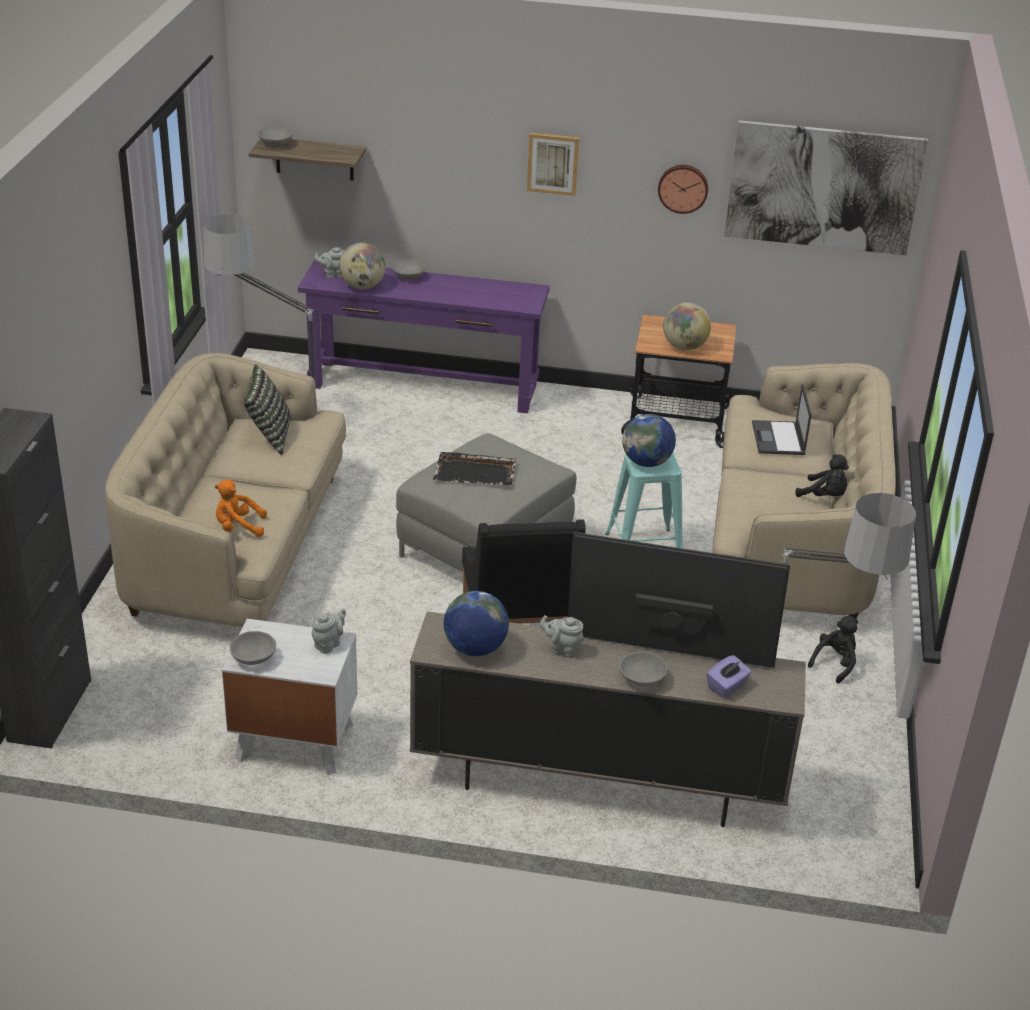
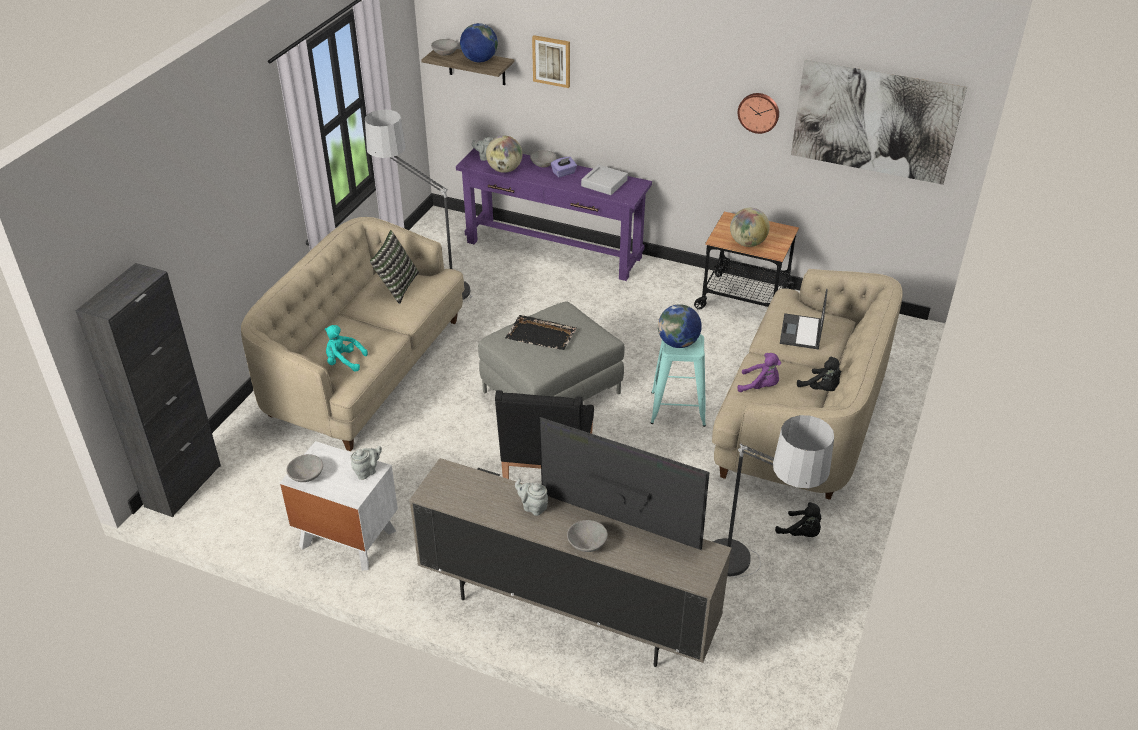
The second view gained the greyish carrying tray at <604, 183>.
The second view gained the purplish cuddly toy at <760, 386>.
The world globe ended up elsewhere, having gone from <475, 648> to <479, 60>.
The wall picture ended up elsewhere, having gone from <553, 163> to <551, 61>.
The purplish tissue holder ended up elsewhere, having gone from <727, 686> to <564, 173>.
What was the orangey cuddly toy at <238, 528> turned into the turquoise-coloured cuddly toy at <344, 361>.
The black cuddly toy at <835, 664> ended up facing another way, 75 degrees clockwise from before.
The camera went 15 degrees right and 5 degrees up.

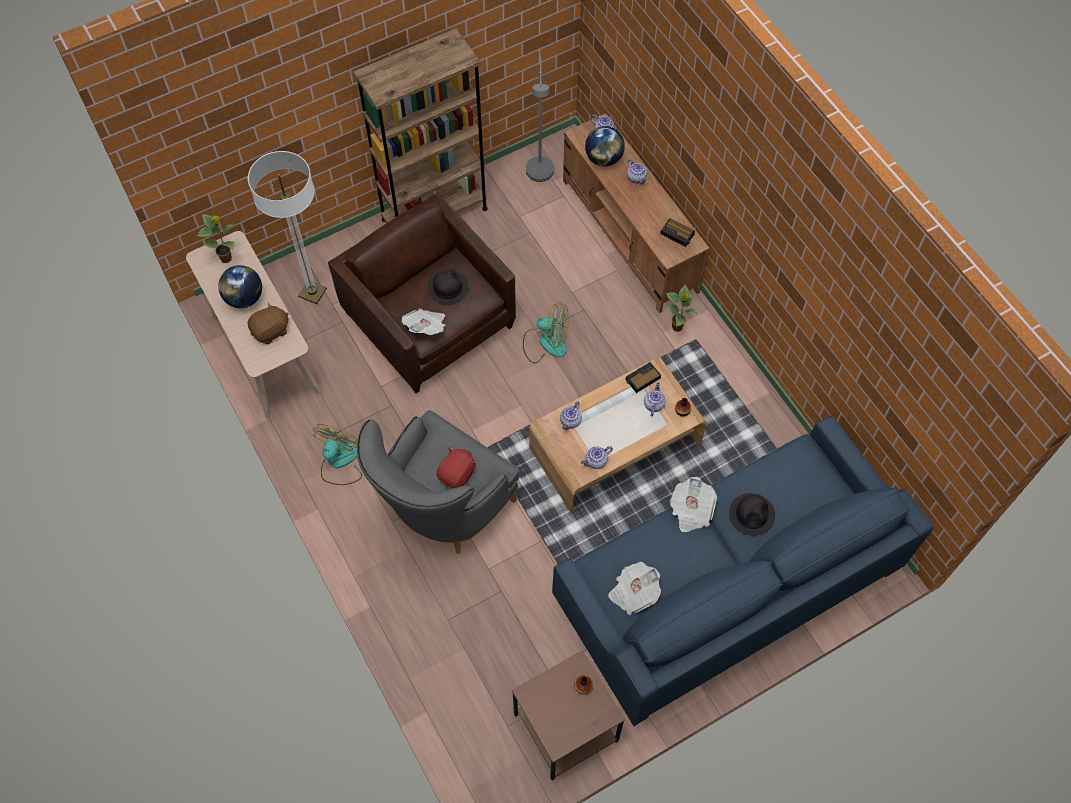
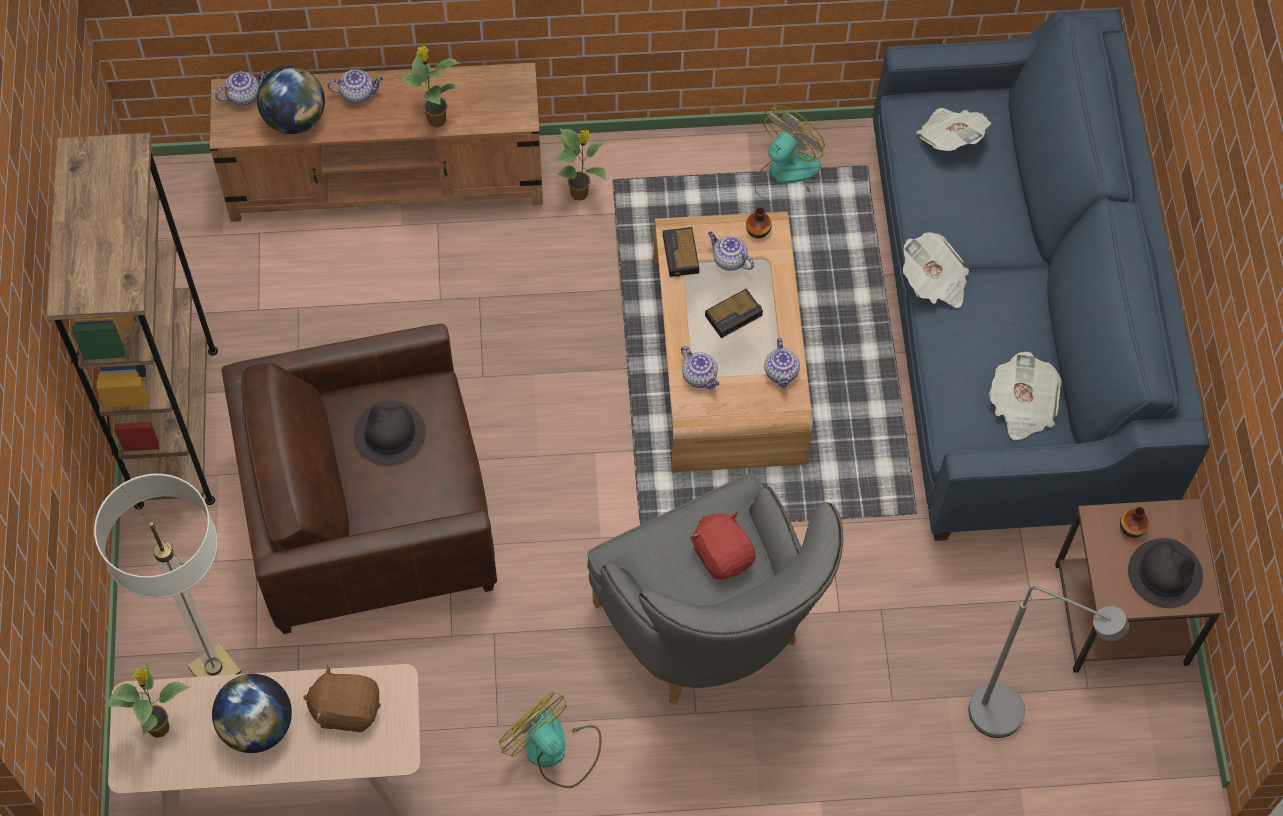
The second view gained the plant in a pot at <435, 119>.
The daily paper ended up elsewhere, having gone from <426, 327> to <950, 138>.
The electric fan ended up elsewhere, having gone from <545, 342> to <786, 176>.
The greyish standard lamp ended up elsewhere, having gone from <540, 177> to <1011, 718>.
The bedside clock ended up elsewhere, having gone from <677, 234> to <734, 315>.
The black hat ended up elsewhere, having gone from <752, 514> to <1164, 573>.
The brown-coloured cuddly toy at <271, 331> ended up facing another way, 75 degrees counterclockwise from before.
The camera went 65 degrees left and 0 degrees up.

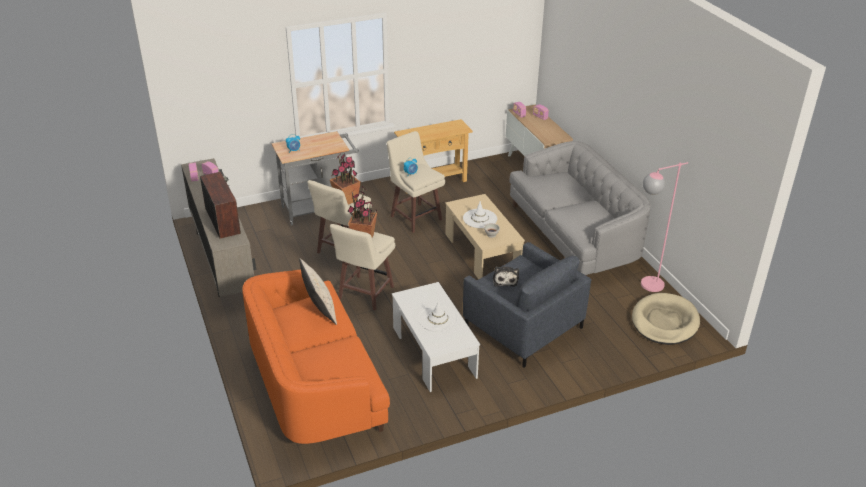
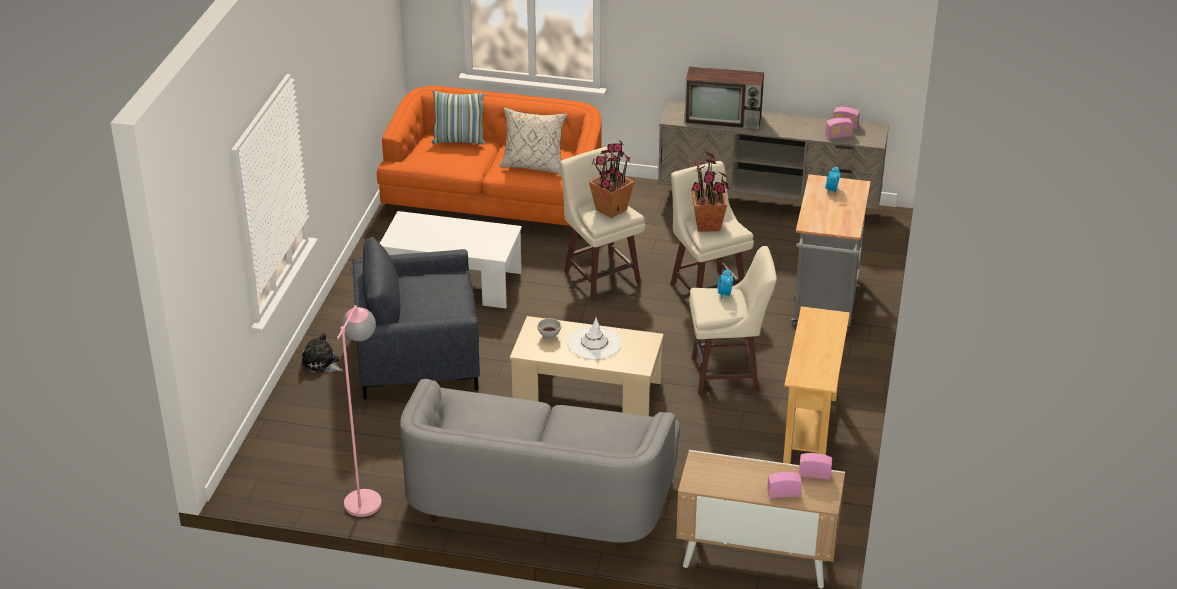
The second view lost the whitish hat at <438, 319>.
The second view lost the beige dog cushion at <664, 322>.
The second view gained the pillow at <459, 140>.
The cuddly toy ended up elsewhere, having gone from <505, 280> to <322, 363>.
The camera went 125 degrees right and 0 degrees up.

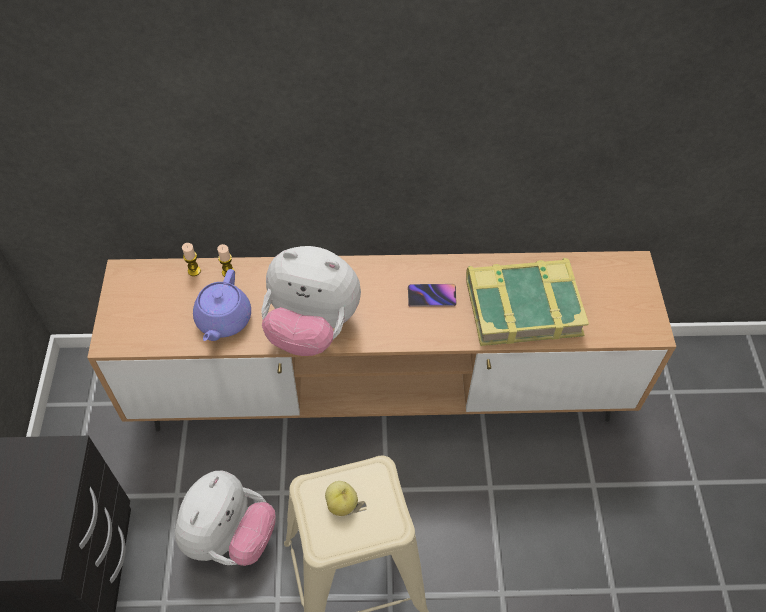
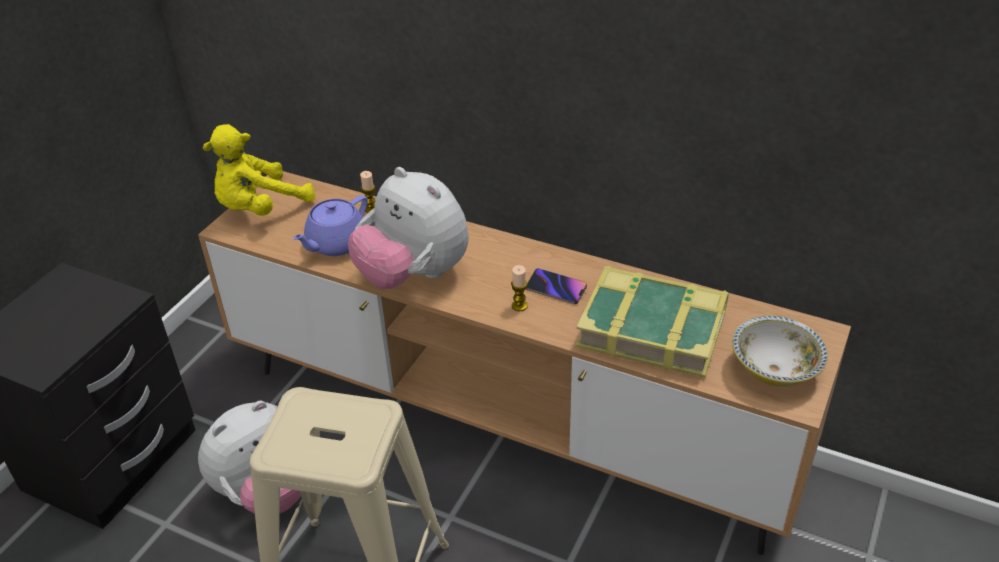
The second view lost the whole apple at <342, 504>.
The second view gained the yellow cuddly toy at <260, 208>.
The second view gained the bowl at <774, 369>.
The wax light ended up elsewhere, having gone from <194, 271> to <519, 306>.
The camera went 30 degrees right and 15 degrees down.

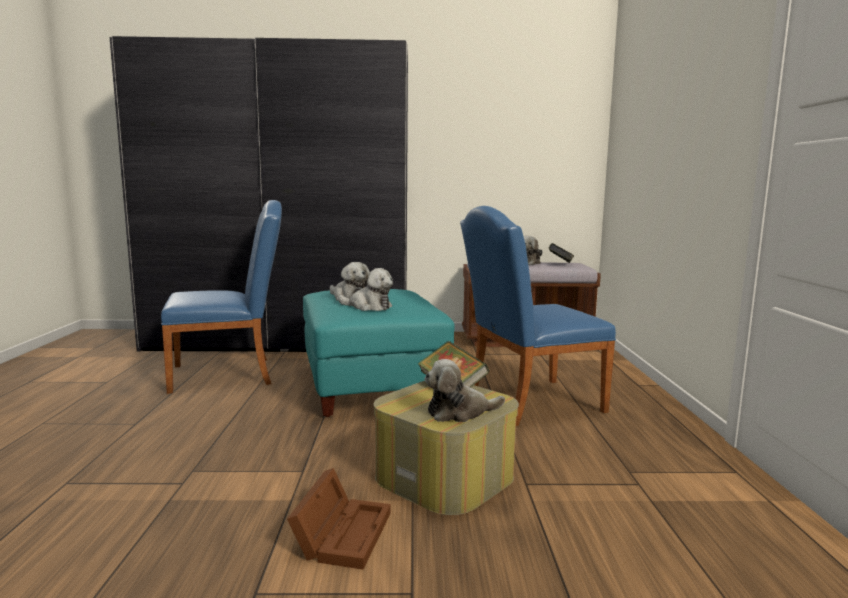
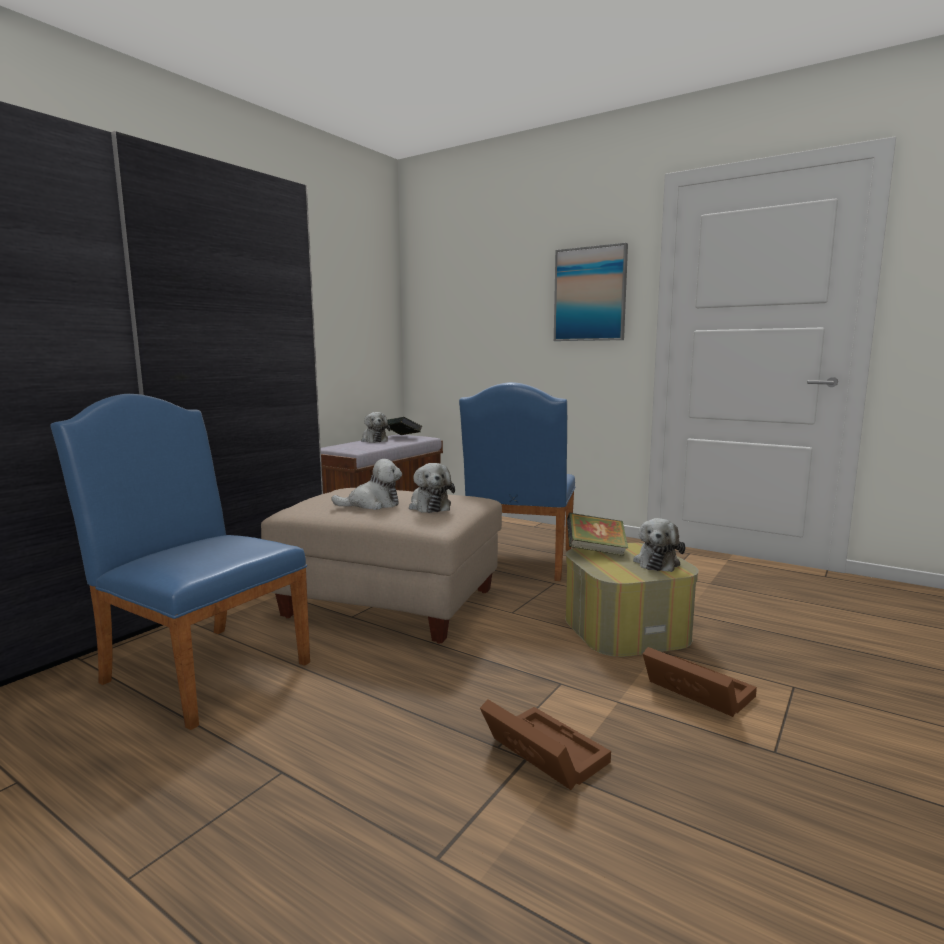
The second view gained the brown-coloured storage container at <540, 753>.
The second view gained the wall picture at <590, 294>.
What was the turquoise-coloured footrest at <371, 386> turned into the beige footrest at <390, 604>.
The blue-coloured chair at <230, 374> ended up facing another way, 75 degrees counterclockwise from before.
The cuddly toy at <368, 307> ended up facing another way, 105 degrees clockwise from before.
The camera went 55 degrees left and 0 degrees up.

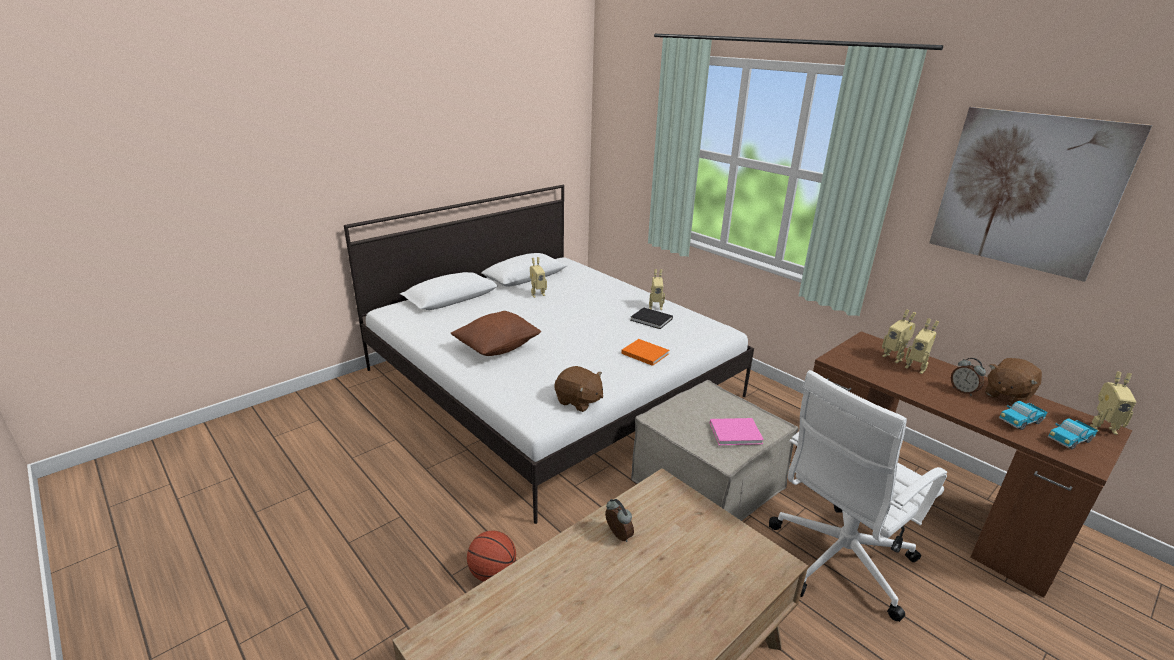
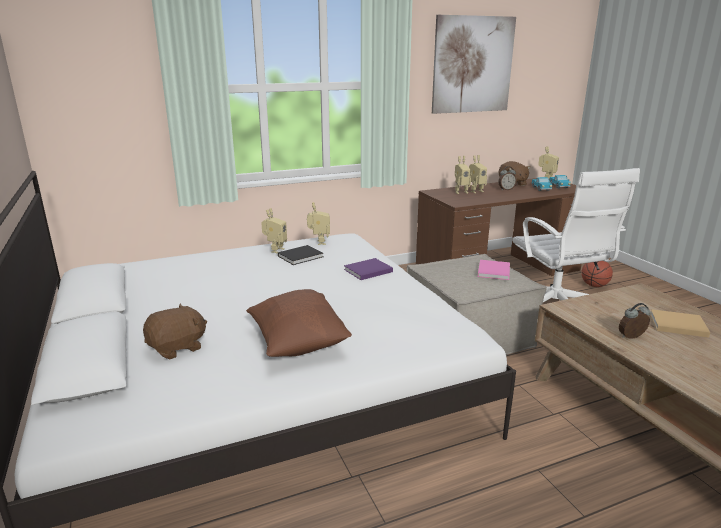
The second view gained the beige book at <676, 325>.
The basketball ended up elsewhere, having gone from <492, 573> to <594, 285>.
The toy robot ended up elsewhere, having gone from <537, 294> to <319, 242>.
The brown-coloured cuddly toy ended up elsewhere, having gone from <578, 401> to <177, 348>.
What was the orangey book at <644, 353> turned into the purplish book at <367, 271>.
The camera went 70 degrees left and 5 degrees down.

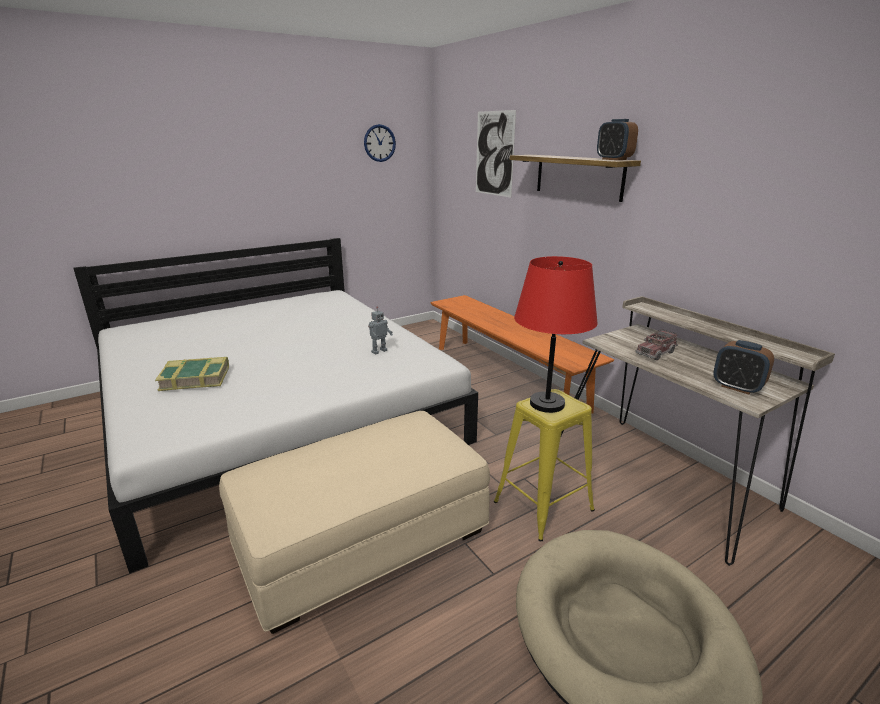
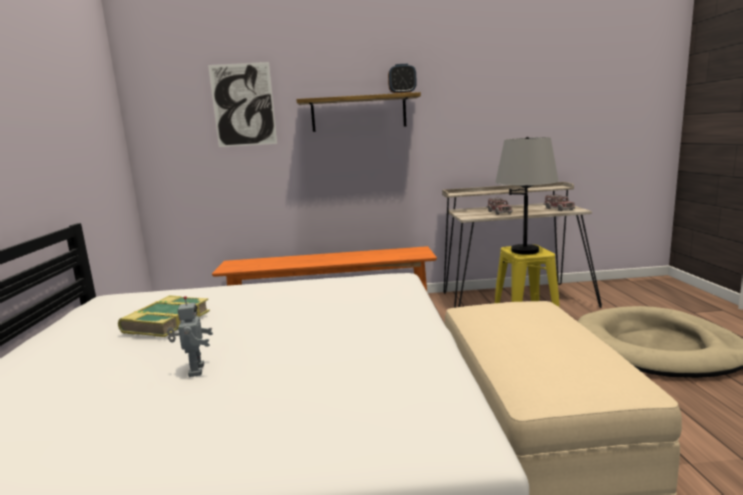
The second view lost the clock on the wall at <379, 143>.
The book ended up elsewhere, having gone from <195, 378> to <166, 322>.
The toy robot ended up elsewhere, having gone from <378, 351> to <195, 370>.
Where the bedside clock stood at <737, 387>, the toy truck came to stand at <558, 209>.
What was the red lamp for a table at <547, 404> turned into the greyish lamp for a table at <525, 251>.
The camera went 60 degrees left and 10 degrees down.

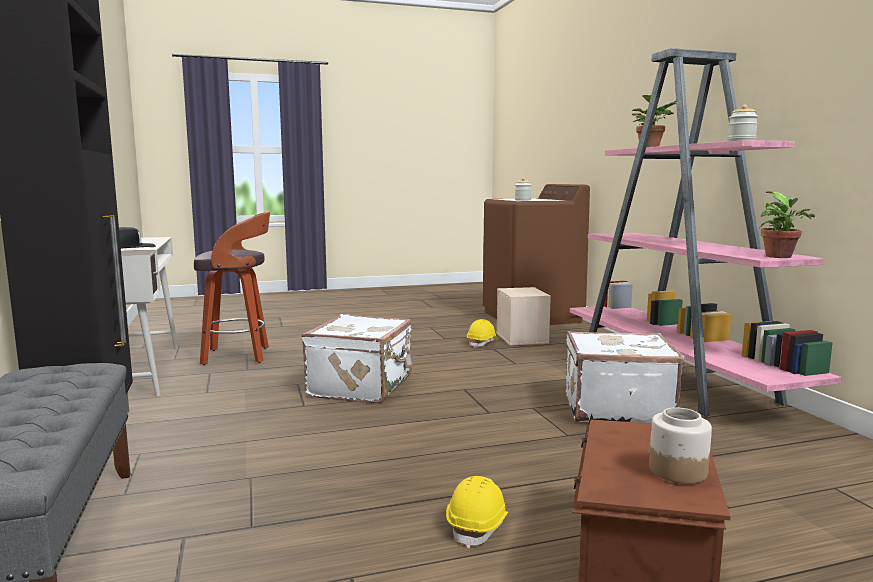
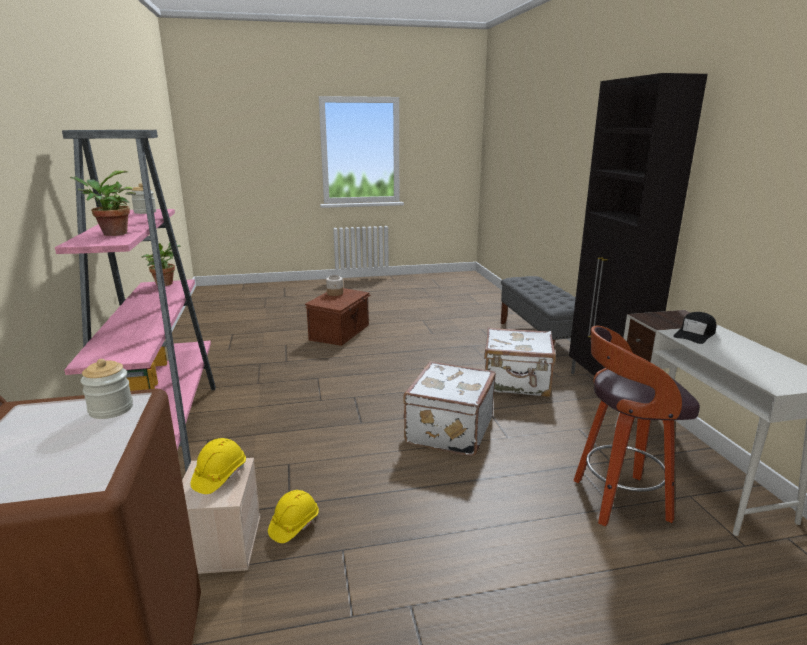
The yellow work helmet ended up elsewhere, having gone from <478, 526> to <219, 476>.
The whitish piece of luggage ended up elsewhere, having gone from <616, 408> to <516, 383>.
The camera went 175 degrees left and 10 degrees up.

